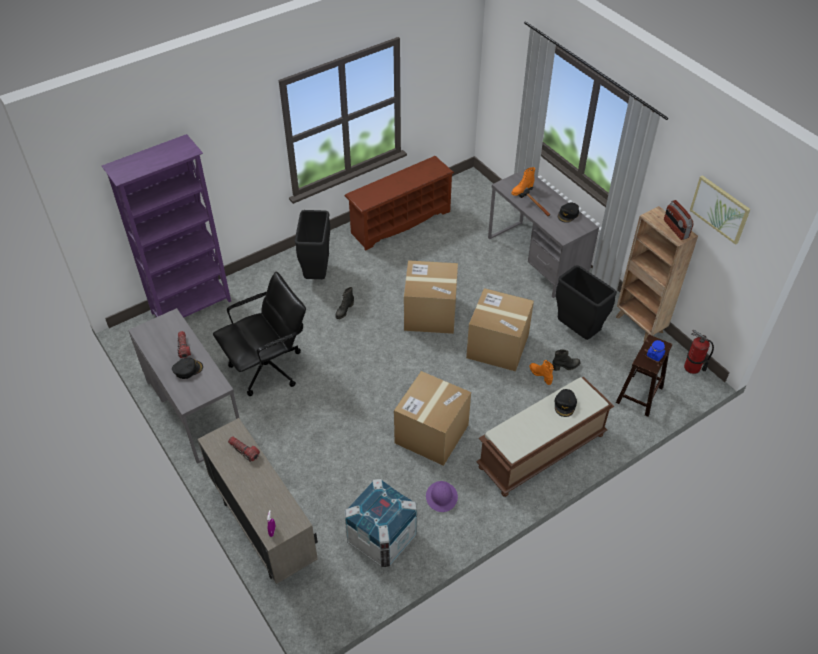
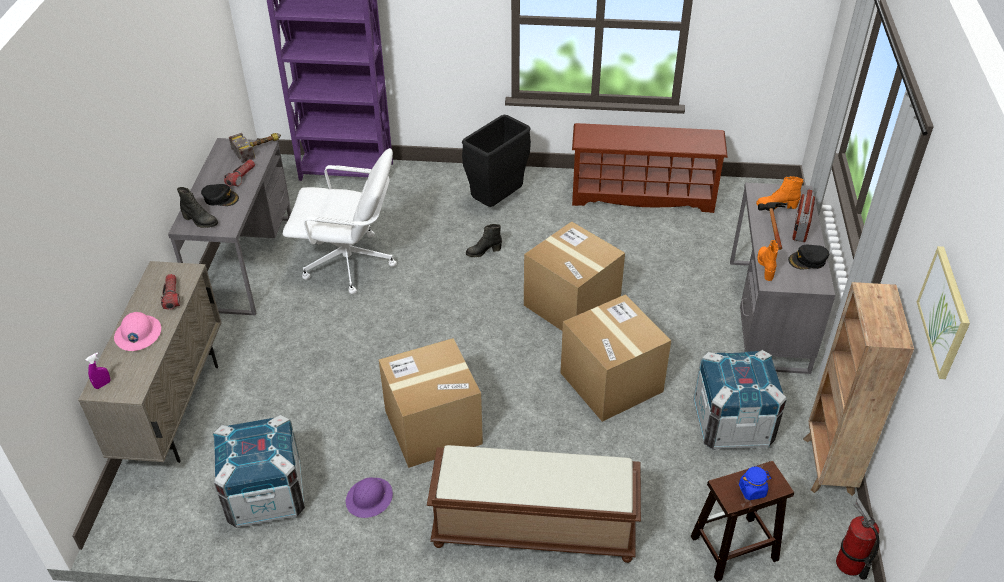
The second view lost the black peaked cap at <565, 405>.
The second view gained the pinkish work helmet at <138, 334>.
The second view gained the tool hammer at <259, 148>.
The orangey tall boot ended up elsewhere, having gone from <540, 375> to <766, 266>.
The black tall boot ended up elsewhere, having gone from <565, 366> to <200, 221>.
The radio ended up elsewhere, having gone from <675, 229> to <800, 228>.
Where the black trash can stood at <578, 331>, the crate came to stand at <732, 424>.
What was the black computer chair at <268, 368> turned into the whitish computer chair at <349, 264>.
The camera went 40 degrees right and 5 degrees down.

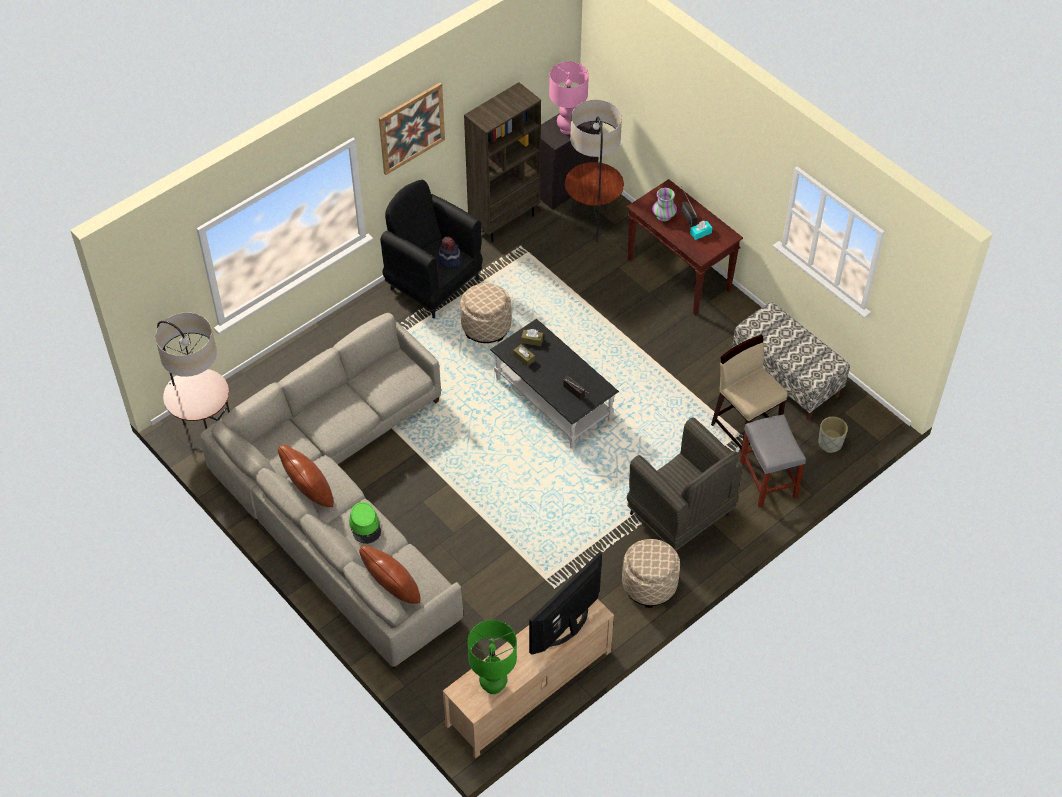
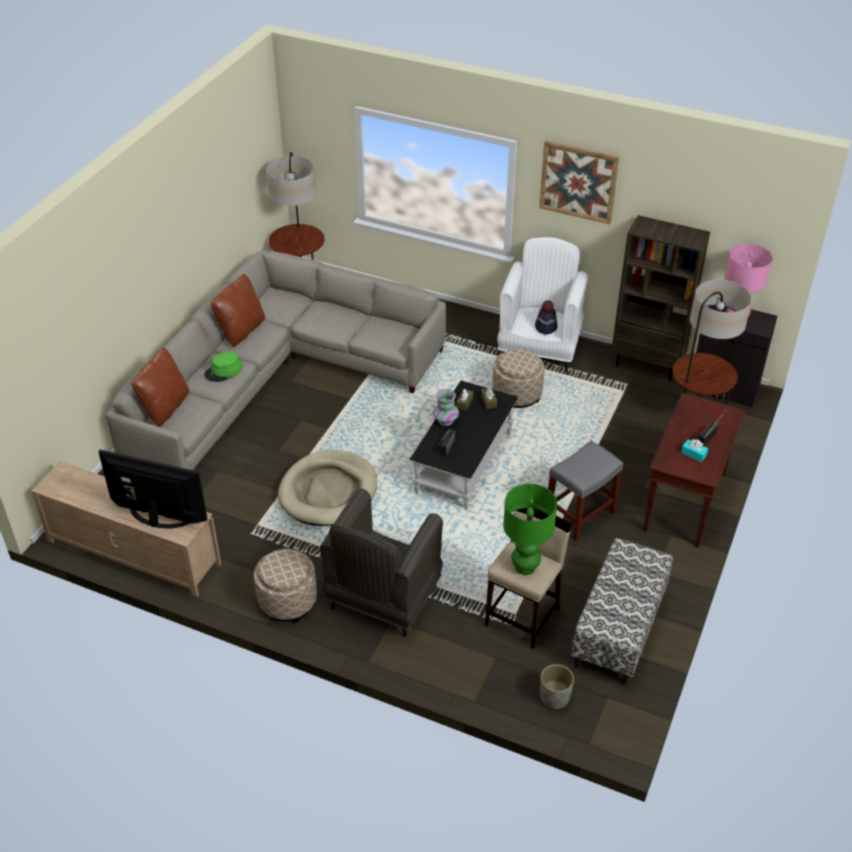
The second view gained the beige dog cushion at <328, 491>.
The greenish lamp for a table ended up elsewhere, having gone from <493, 685> to <525, 567>.
The vase ended up elsewhere, having gone from <663, 216> to <445, 420>.
The greyish stool seat ended up elsewhere, having gone from <767, 480> to <580, 514>.
What was the black armchair at <433, 283> turned into the whitish armchair at <539, 348>.
The camera went 65 degrees right and 10 degrees down.

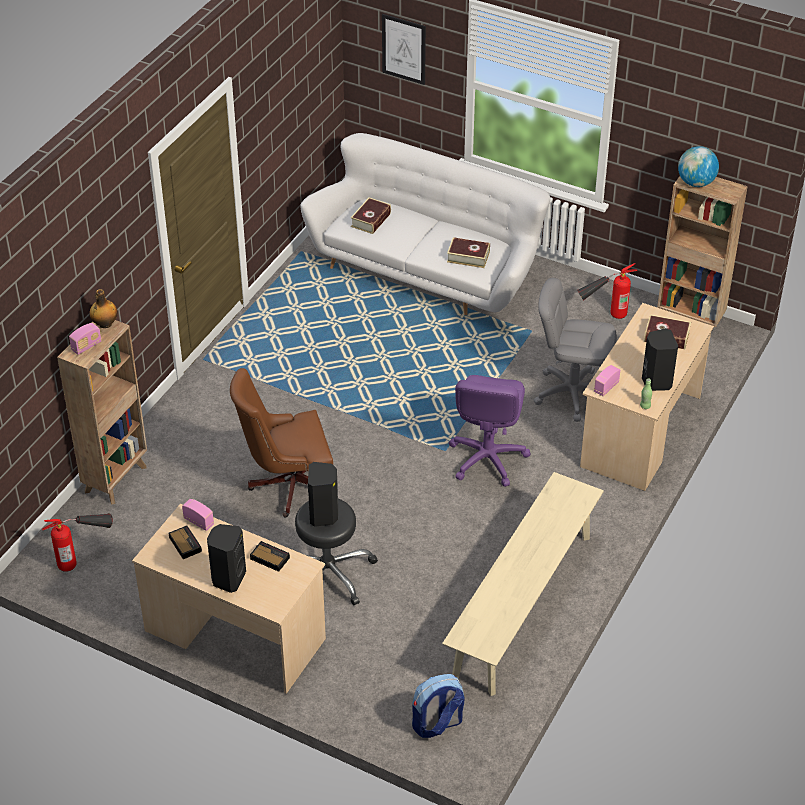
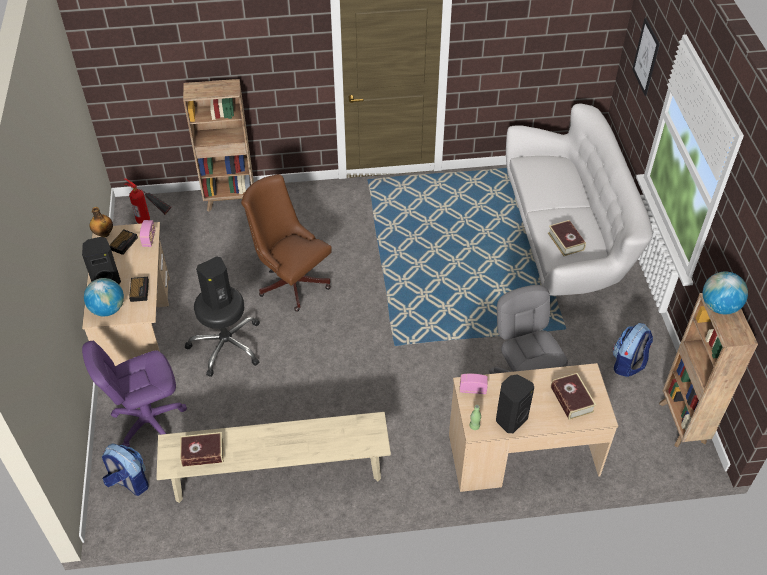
The second view lost the radio at <86, 346>.
The second view gained the world globe at <108, 309>.
The beverage bottle ended up elsewhere, having gone from <105, 324> to <104, 233>.
The book ended up elsewhere, having gone from <371, 220> to <202, 453>.
The purplish computer chair ended up elsewhere, having gone from <487, 458> to <148, 421>.
Where the extinguisher stood at <603, 316>, the rucksack came to stand at <628, 364>.
The camera went 55 degrees right and 5 degrees up.

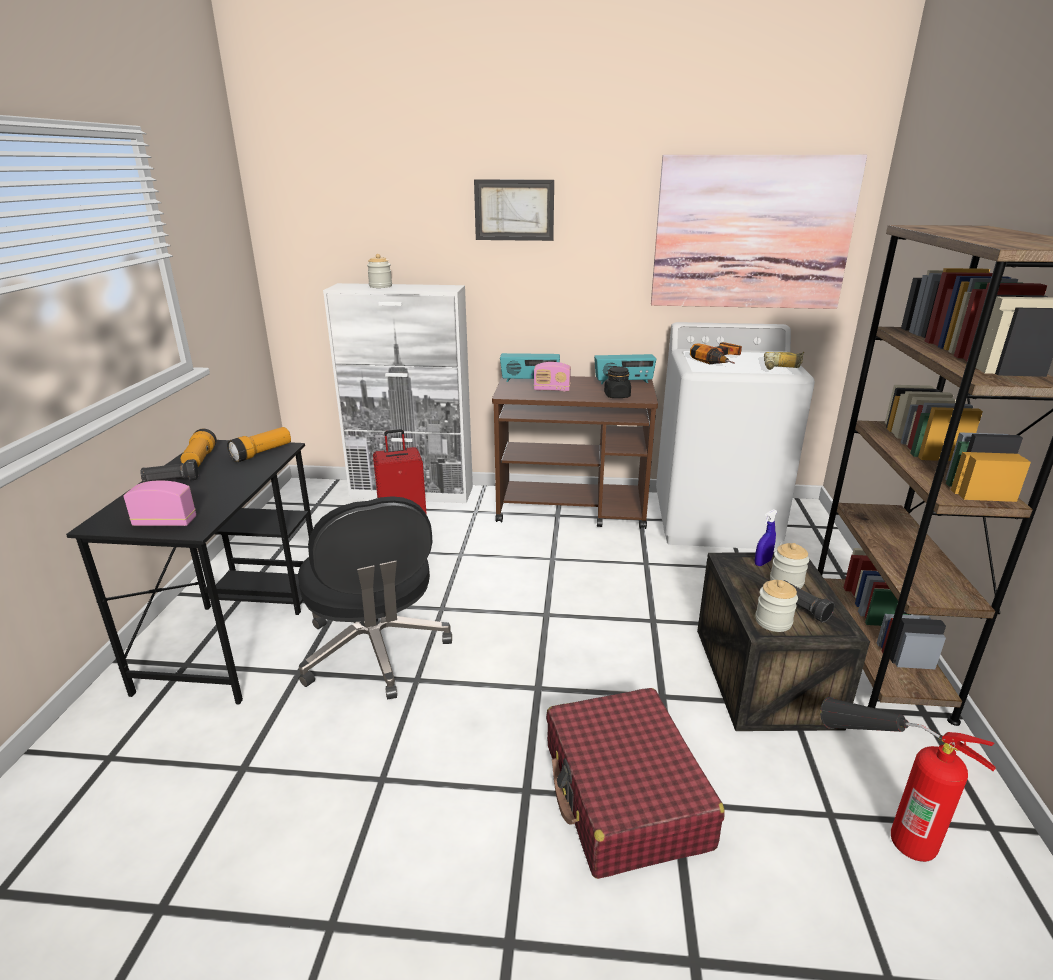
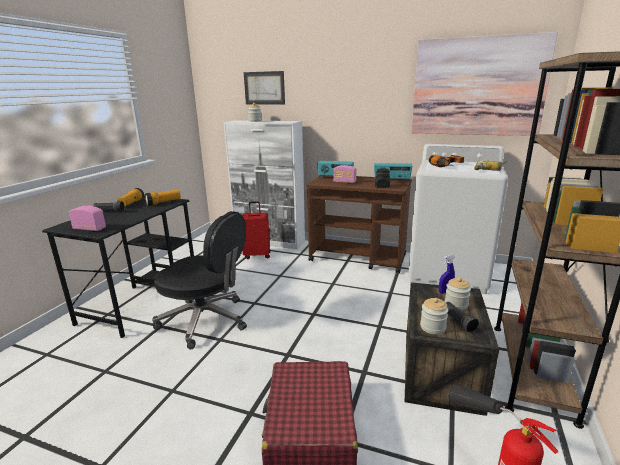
The wall picture ended up elsewhere, having gone from <514, 210> to <264, 88>.
The black computer chair at <375, 651> ended up facing another way, 60 degrees counterclockwise from before.
The camera went 15 degrees right and 5 degrees down.

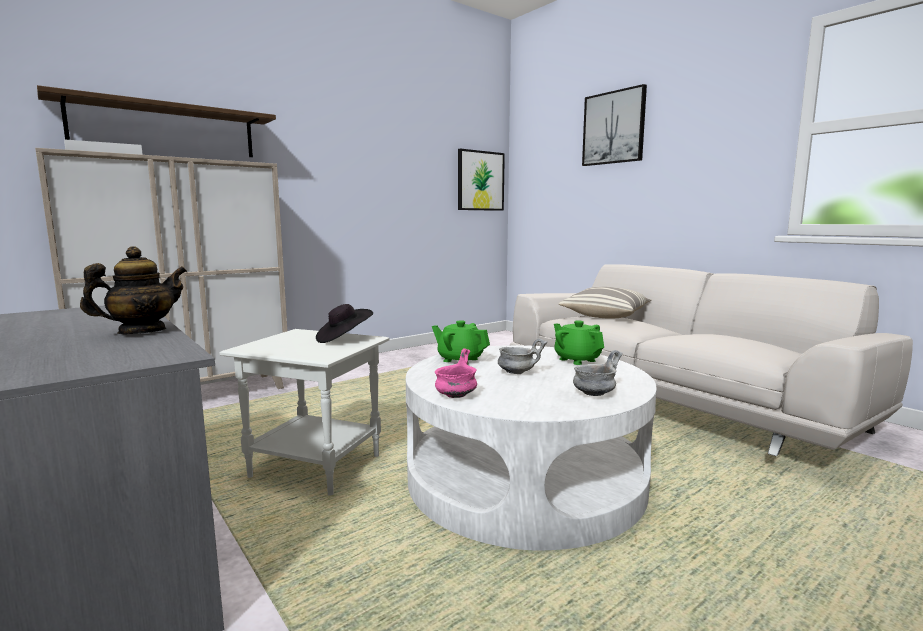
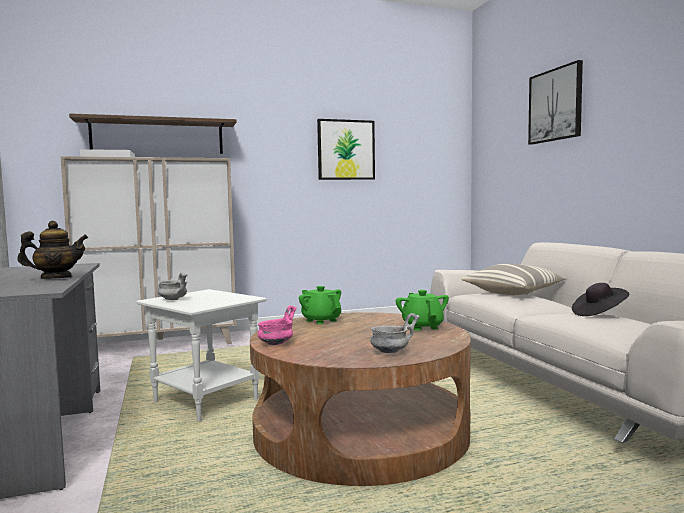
The black hat ended up elsewhere, having gone from <344, 339> to <599, 314>.
The wall picture ended up elsewhere, having gone from <480, 181> to <346, 150>.
The greyish bowl ended up elsewhere, having gone from <517, 373> to <174, 299>.
What was the whitish coffee table at <525, 477> turned into the brown-coloured coffee table at <361, 430>.
The camera went 20 degrees right and 5 degrees down.

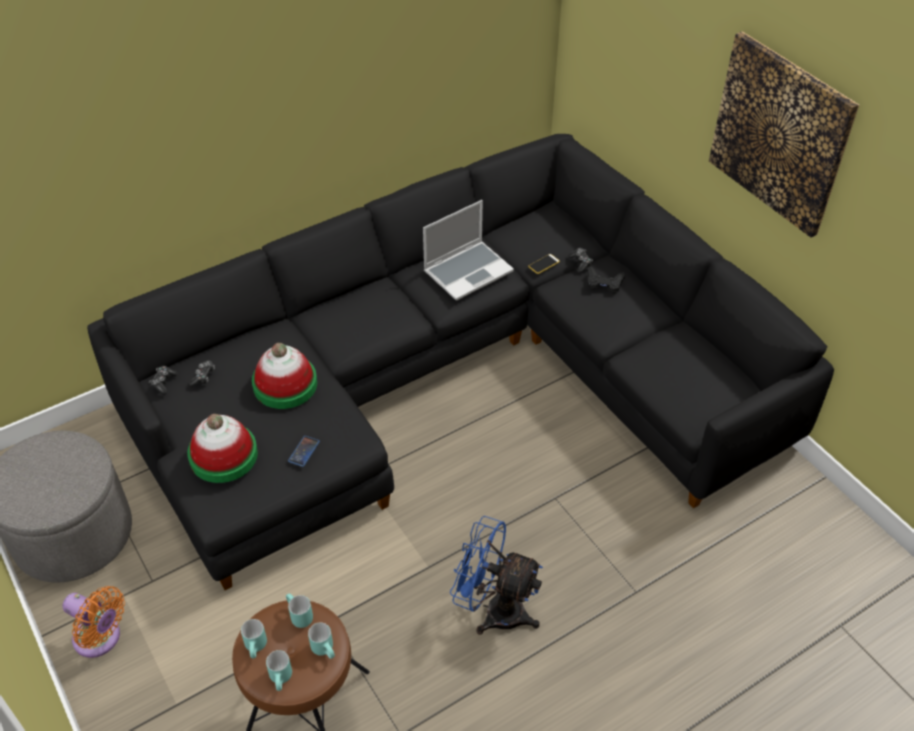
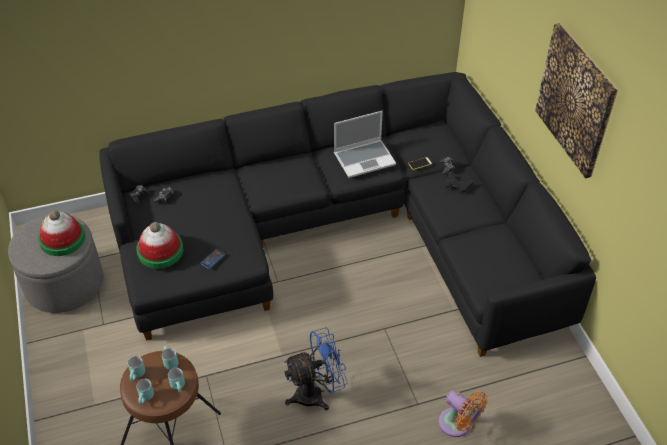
The orangey electric fan ended up elsewhere, having gone from <100, 639> to <458, 425>.
The hat ended up elsewhere, having gone from <285, 384> to <62, 239>.
The blue-coloured electric fan at <494, 610> ended up facing another way, 120 degrees clockwise from before.
The camera went 15 degrees right and 0 degrees up.

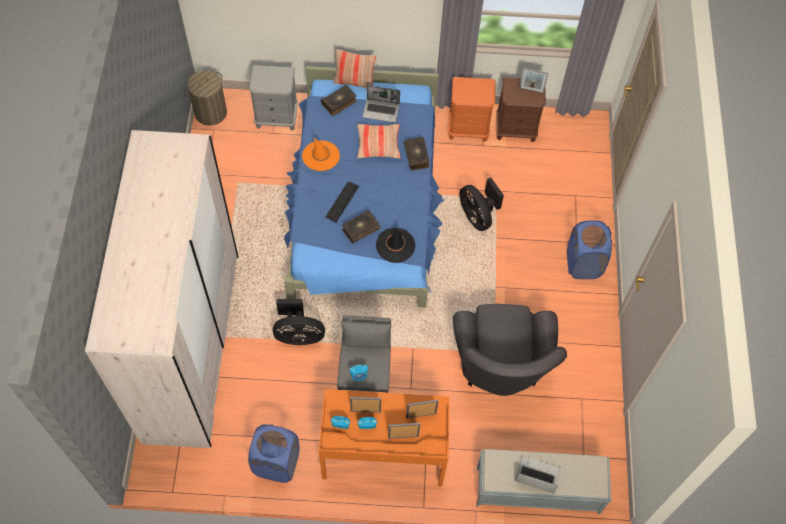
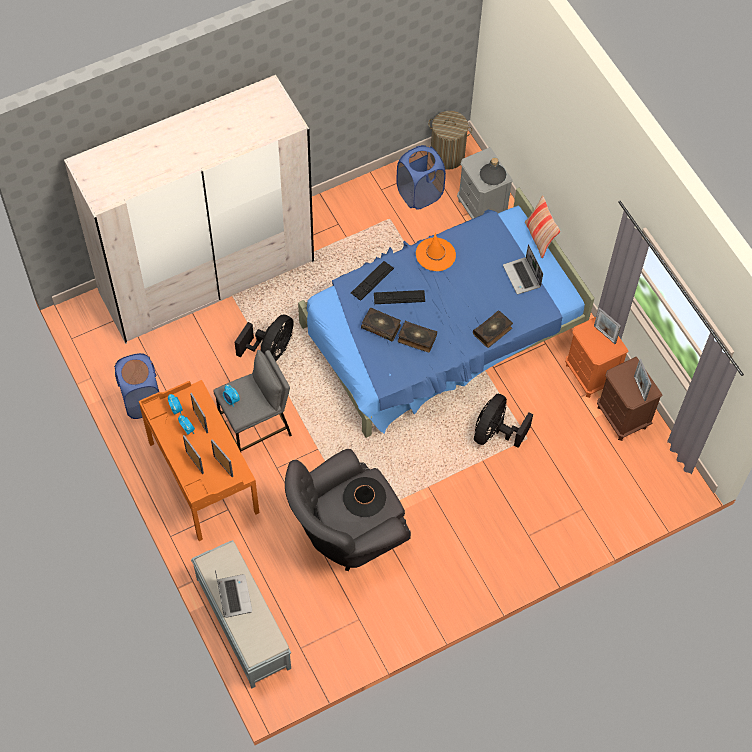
The second view lost the pillow at <378, 144>.
The second view gained the computer keyboard at <372, 280>.
The second view gained the greyish beverage bottle at <492, 176>.
The second view gained the standing frame at <604, 334>.
The book ended up elsewhere, having gone from <339, 103> to <417, 339>.
The black hat ended up elsewhere, having gone from <395, 245> to <364, 497>.
The blue-coloured hamper ended up elsewhere, having gone from <583, 264> to <419, 194>.
The black electric fan at <298, 335> ended up facing another way, 120 degrees counterclockwise from before.
The camera went 60 degrees right and 0 degrees up.

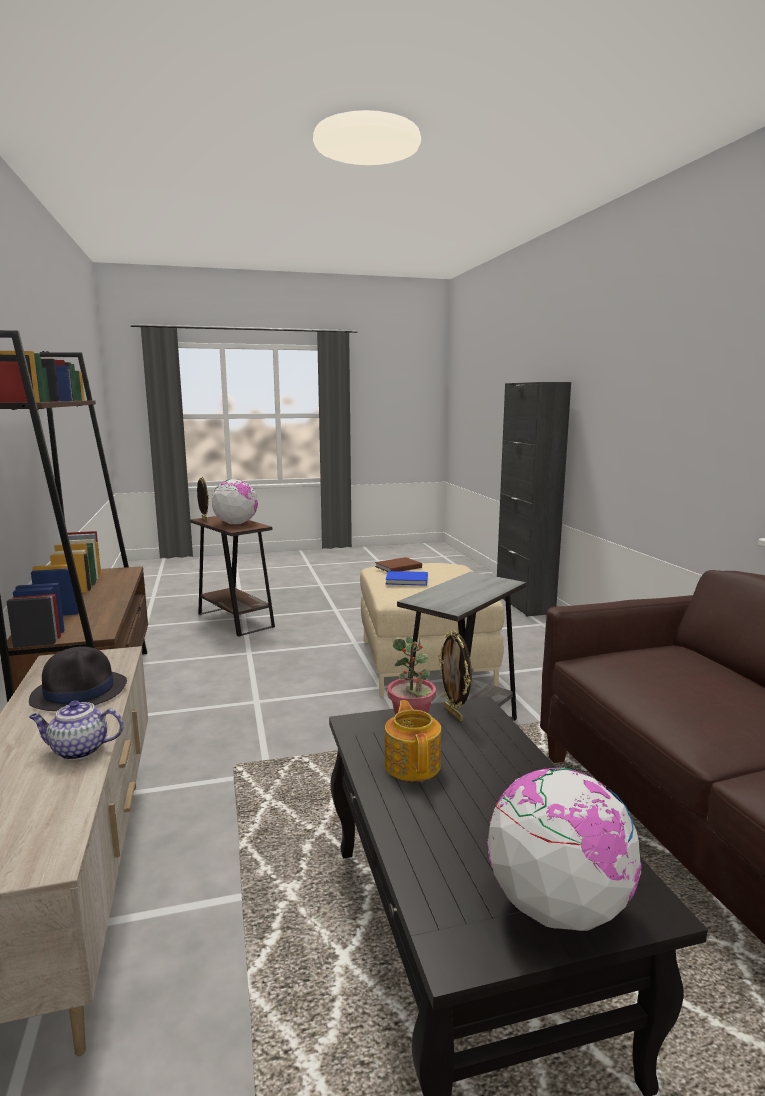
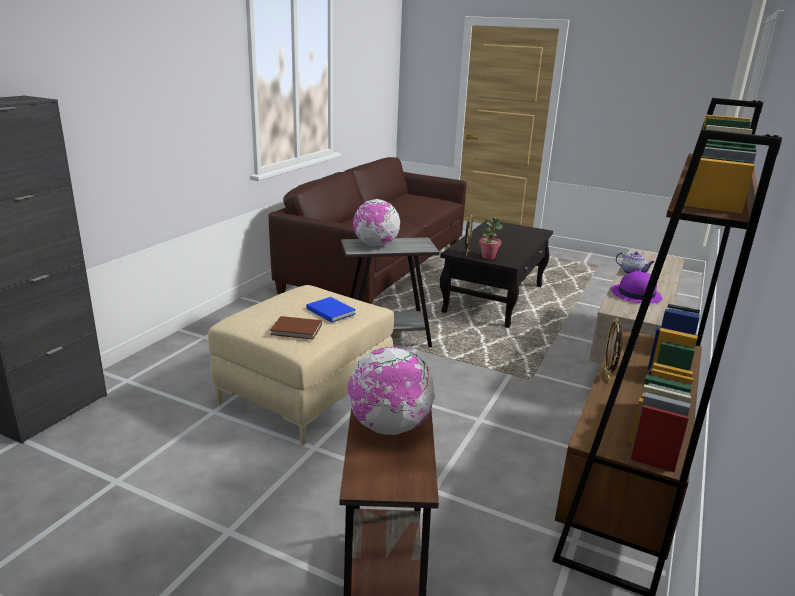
The second view lost the pot for tea at <412, 764>.
The standing frame ended up elsewhere, having gone from <204, 519> to <607, 377>.
The world globe ended up elsewhere, having gone from <557, 907> to <375, 245>.
What was the black hat at <80, 692> turned into the purplish hat at <635, 294>.
The camera went 140 degrees left and 10 degrees up.

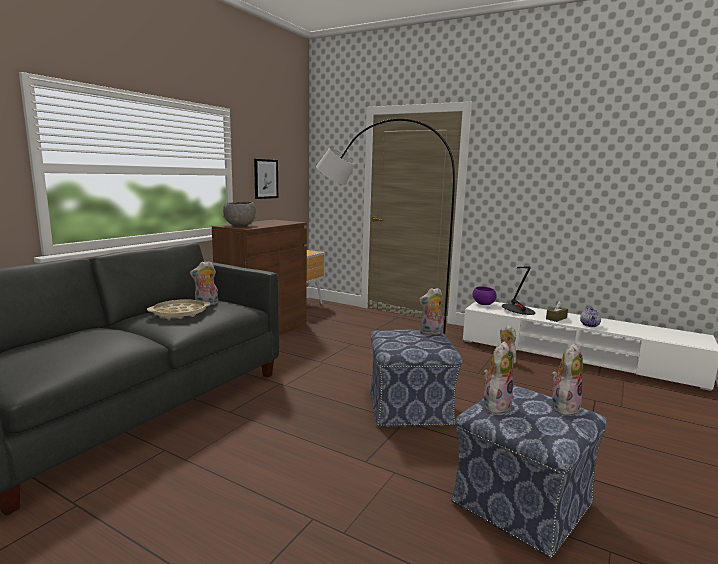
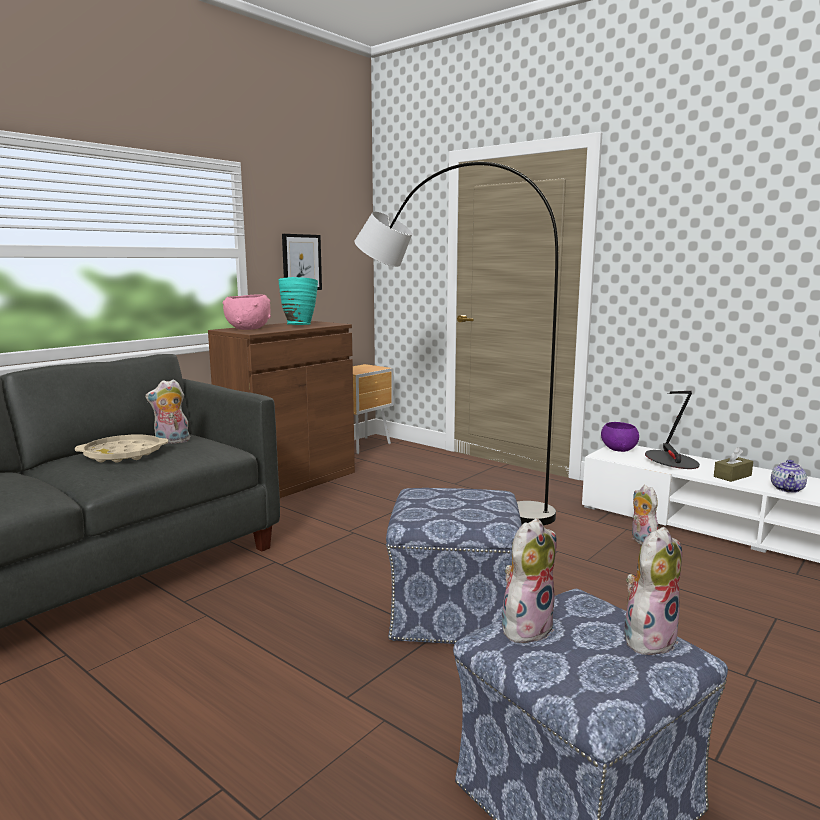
The second view lost the cuddly toy at <431, 333>.
The second view gained the turquoise-coloured vase at <299, 325>.
What was the greyish bowl at <240, 225> turned into the pinkish bowl at <248, 329>.
The camera went 10 degrees right and 0 degrees up.

